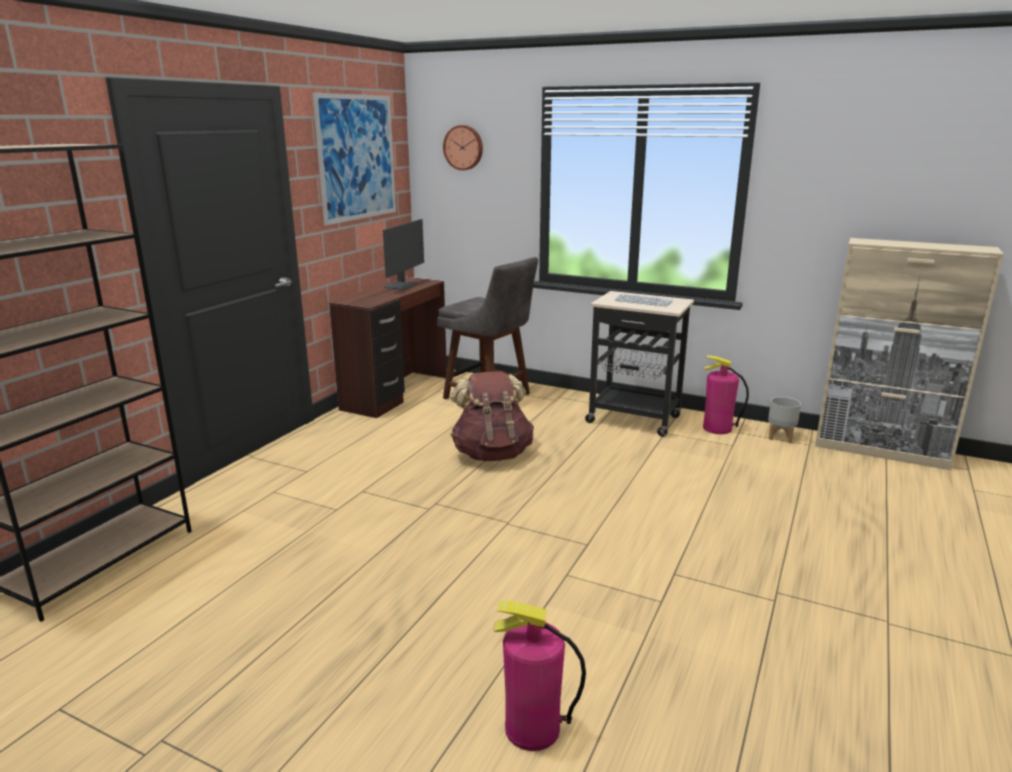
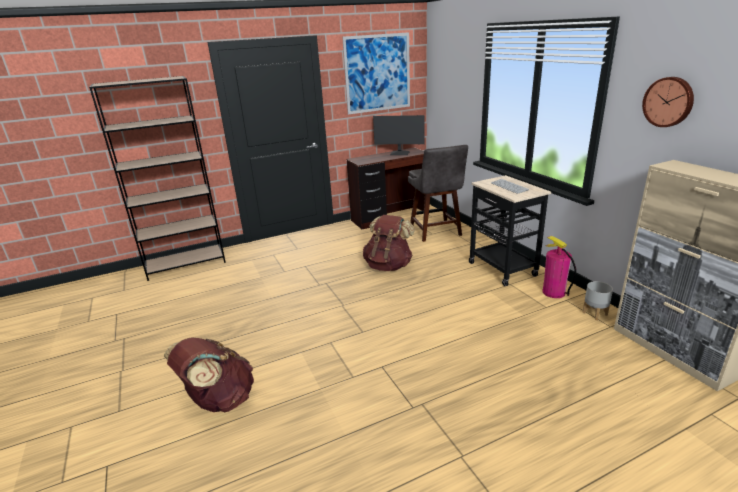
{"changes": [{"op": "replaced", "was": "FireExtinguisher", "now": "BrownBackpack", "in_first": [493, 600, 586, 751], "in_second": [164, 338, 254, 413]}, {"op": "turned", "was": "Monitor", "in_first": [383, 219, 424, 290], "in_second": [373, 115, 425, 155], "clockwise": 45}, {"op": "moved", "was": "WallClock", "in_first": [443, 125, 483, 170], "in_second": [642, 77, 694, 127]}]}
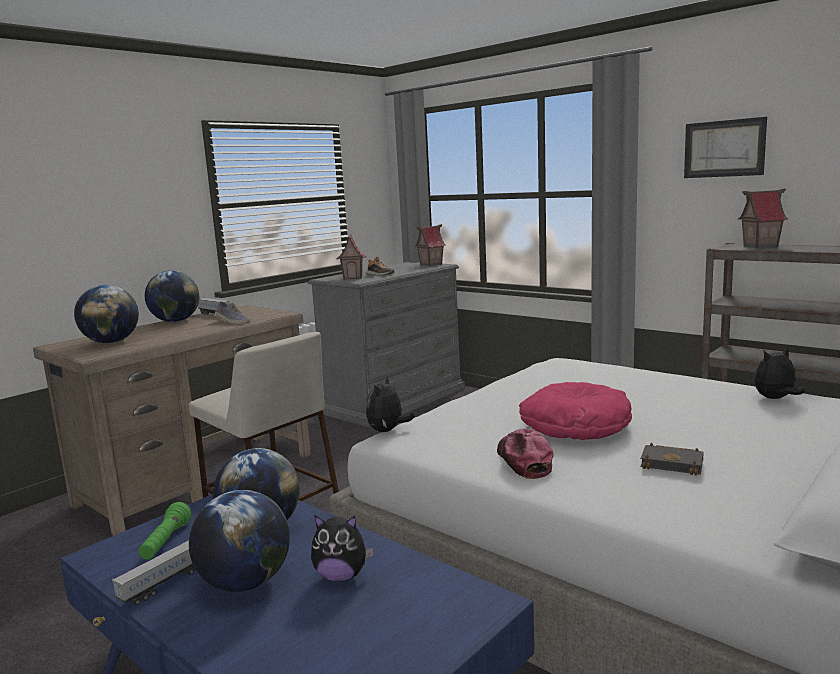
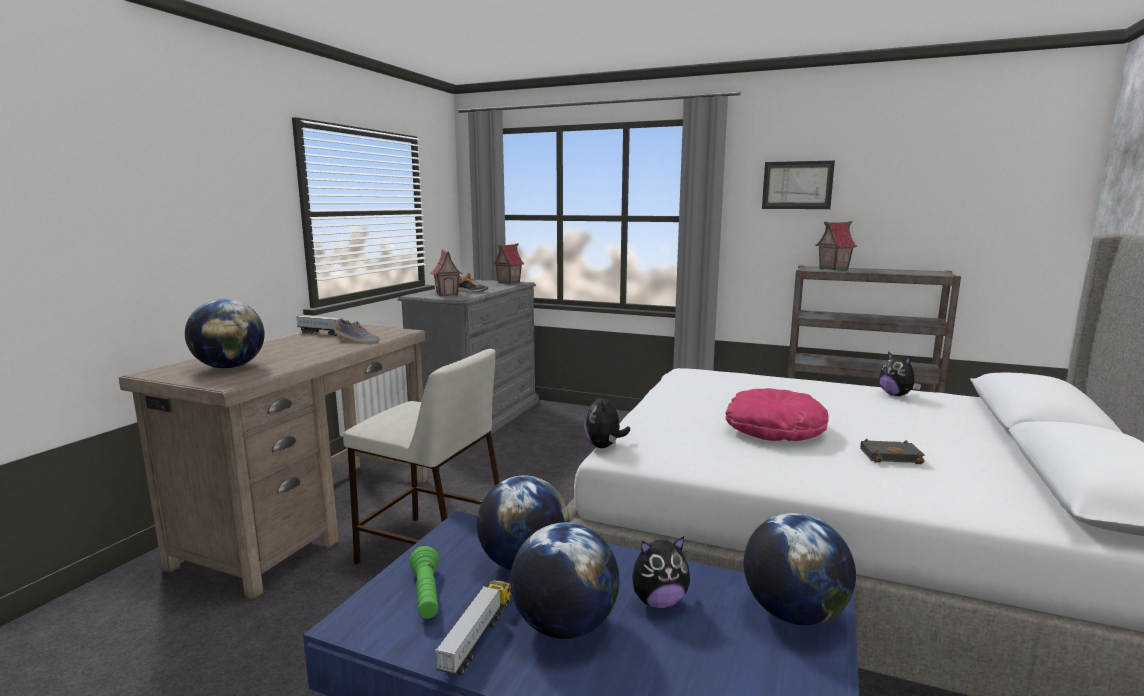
{"changes": [{"op": "moved", "was": "Globe", "in_first": [145, 270, 199, 322], "in_second": [744, 513, 856, 625]}, {"op": "turned", "was": "PlushToy", "in_first": [754, 346, 805, 399], "in_second": [879, 351, 921, 396], "clockwise": -75}, {"op": "removed", "was": "Cap", "in_first": [497, 429, 553, 479]}]}
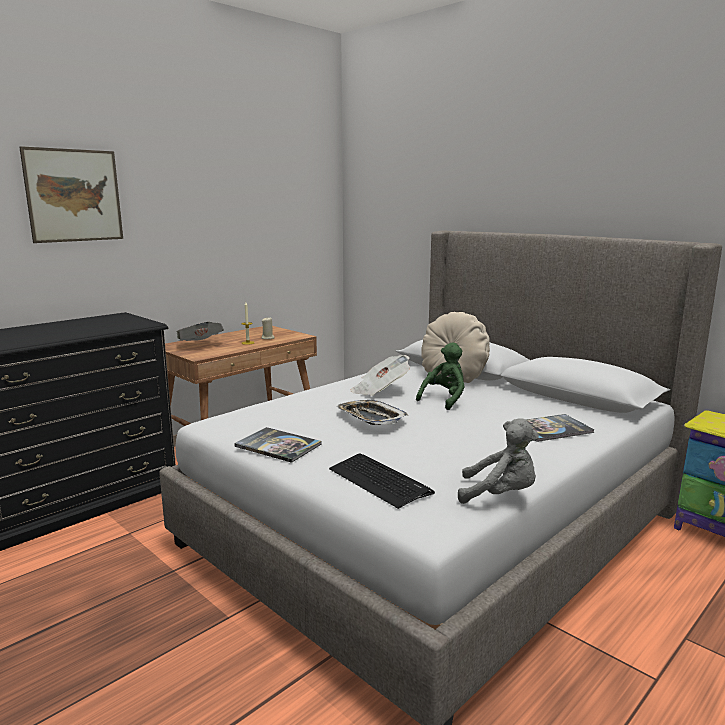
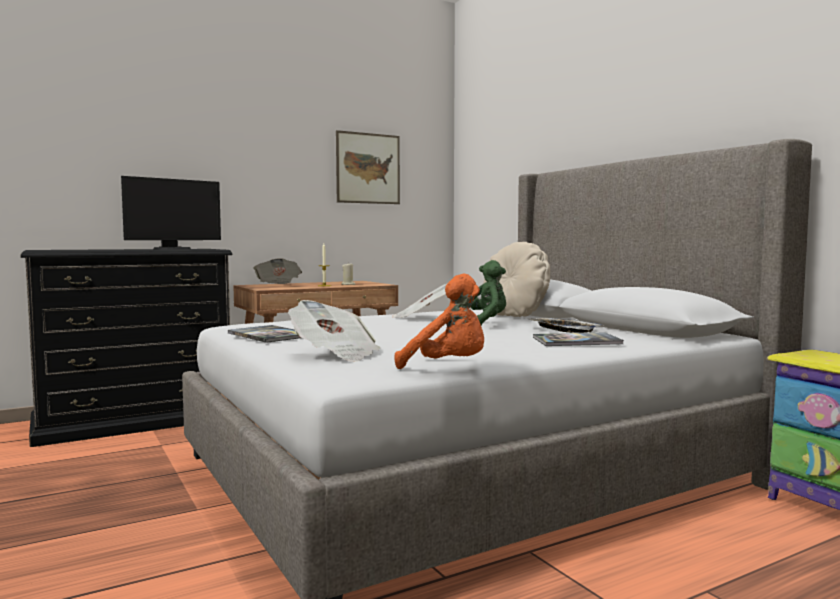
{"changes": [{"op": "added", "now": "Monitor", "in_second": [121, 176, 221, 250]}, {"op": "replaced", "was": "Keyboard", "now": "Newspaper", "in_first": [329, 453, 435, 509], "in_second": [288, 300, 380, 362]}, {"op": "moved", "was": "Picture", "in_first": [19, 146, 123, 243], "in_second": [336, 130, 400, 204]}, {"op": "recoloured", "was": "GreyPlushToy", "now": "OrangePlushToy", "in_first": [458, 418, 539, 504], "in_second": [394, 274, 484, 369]}, {"op": "moved", "was": "Tray", "in_first": [336, 400, 409, 425], "in_second": [529, 318, 605, 333]}]}
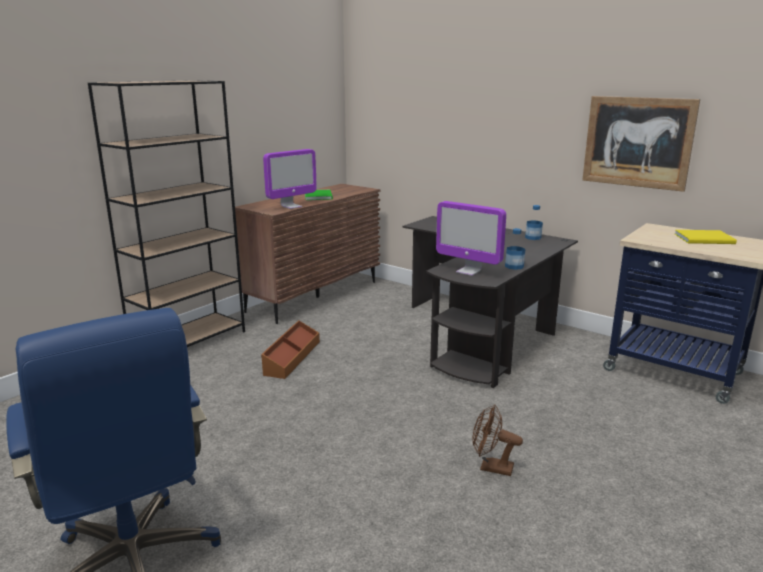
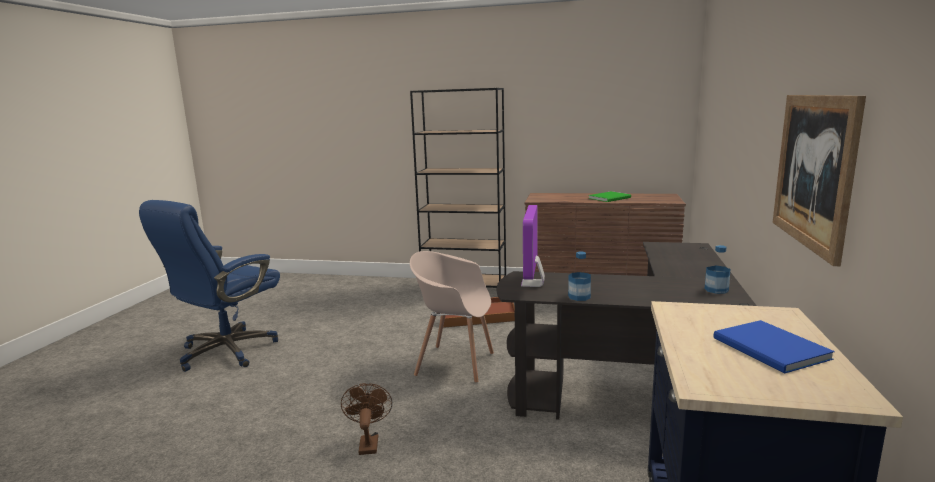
{"changes": [{"op": "added", "now": "BeigeChair", "in_second": [410, 251, 494, 382]}, {"op": "recoloured", "was": "YellowBook", "now": "BlueBook", "in_first": [675, 230, 737, 244], "in_second": [713, 320, 835, 374]}, {"op": "removed", "was": "Monitor", "in_first": [263, 149, 317, 209]}]}
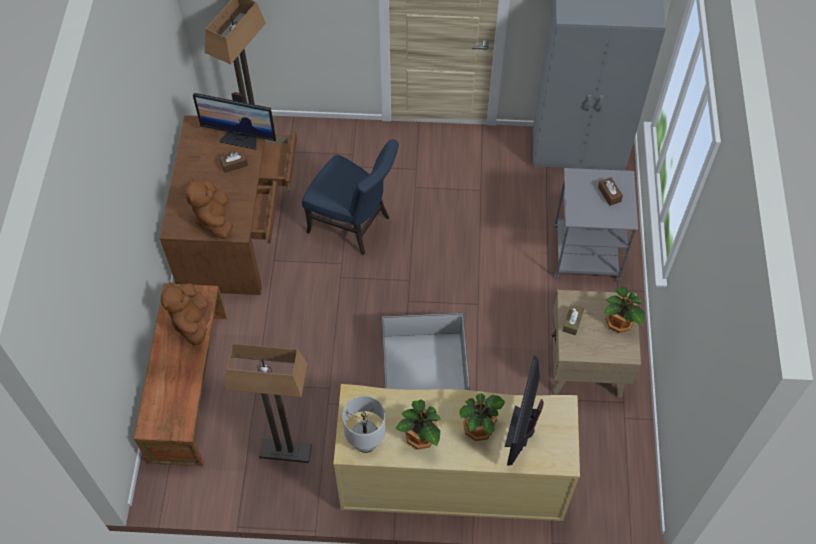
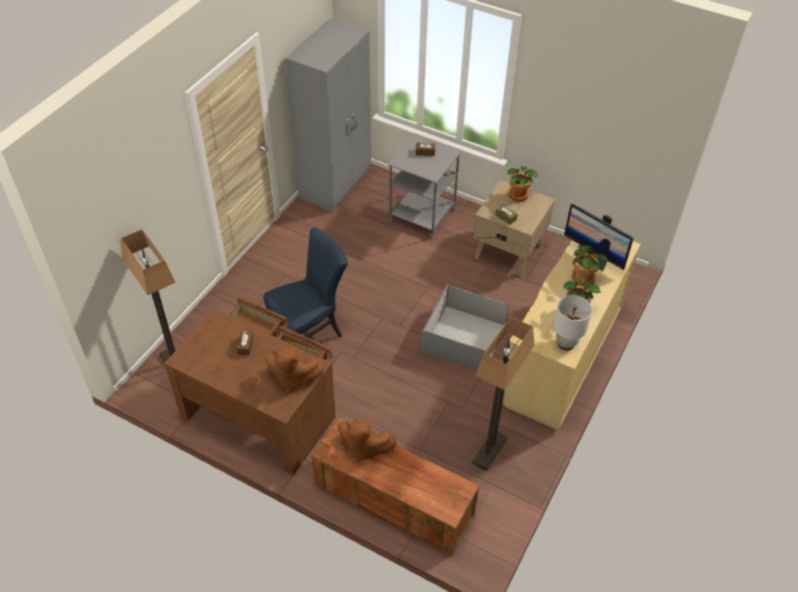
{"changes": [{"op": "removed", "was": "Monitor", "in_first": [193, 92, 276, 150]}]}
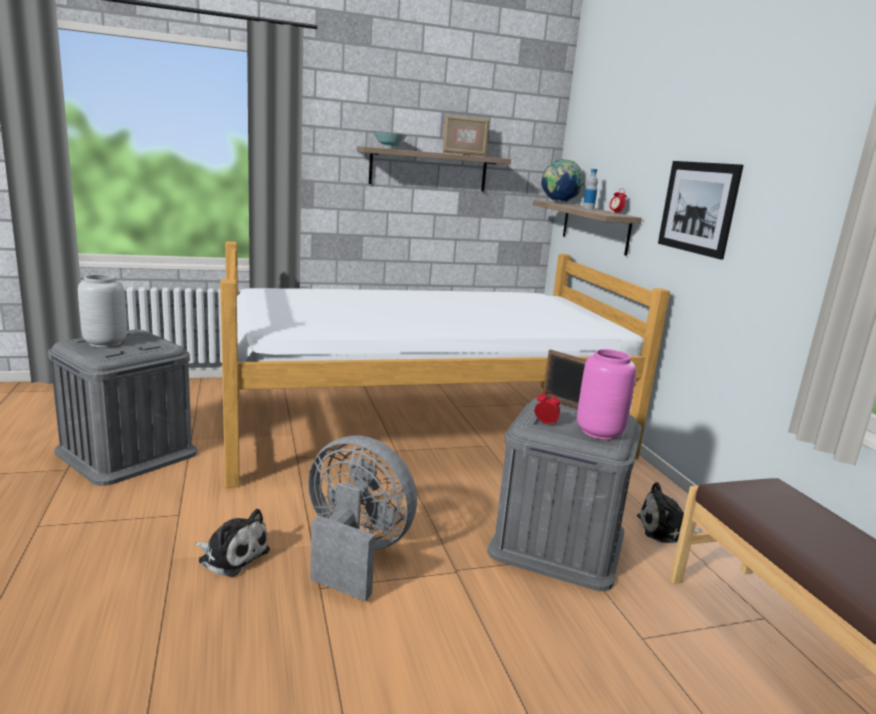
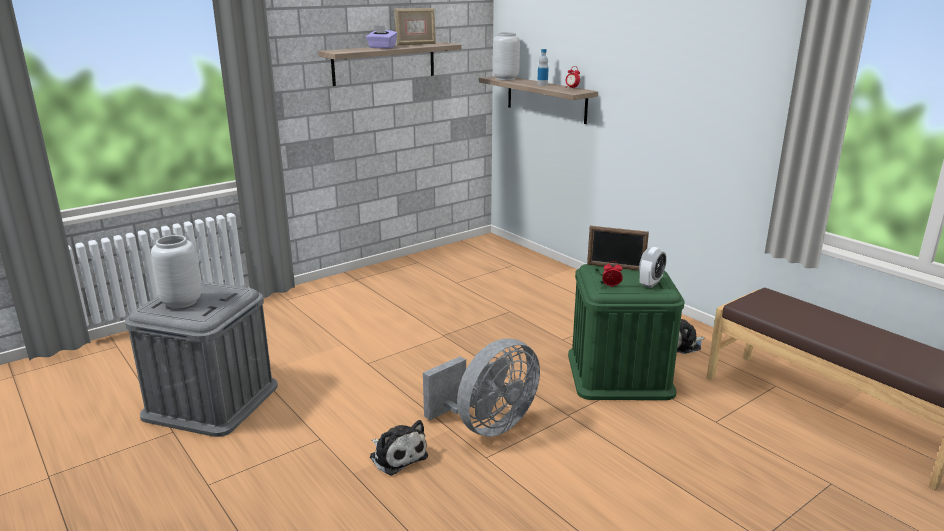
{"changes": [{"op": "added", "now": "PurpleTissueBox", "in_second": [366, 25, 397, 49]}, {"op": "turned", "was": "PlushToy", "in_first": [194, 509, 270, 577], "in_second": [370, 420, 428, 476], "clockwise": 45}, {"op": "turned", "was": "GreyFan", "in_first": [308, 436, 417, 601], "in_second": [423, 338, 540, 437], "clockwise": 135}, {"op": "replaced", "was": "Globe", "now": "GreyVase", "in_first": [541, 159, 584, 203], "in_second": [493, 32, 520, 80]}, {"op": "recoloured", "was": "GreyStorageBox", "now": "GreenStorageBox", "in_first": [488, 398, 642, 591], "in_second": [568, 264, 685, 400]}, {"op": "replaced", "was": "PinkVase", "now": "AlarmClock", "in_first": [577, 349, 636, 440], "in_second": [639, 247, 667, 288]}, {"op": "removed", "was": "Bed", "in_first": [220, 241, 670, 488]}, {"op": "removed", "was": "Bowl", "in_first": [373, 131, 407, 149]}, {"op": "removed", "was": "Picture", "in_first": [658, 161, 744, 259]}]}
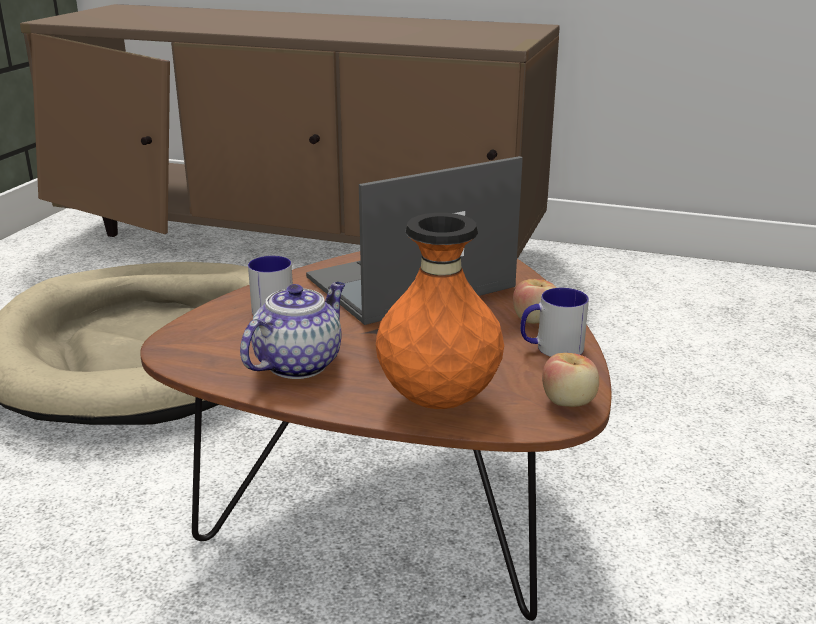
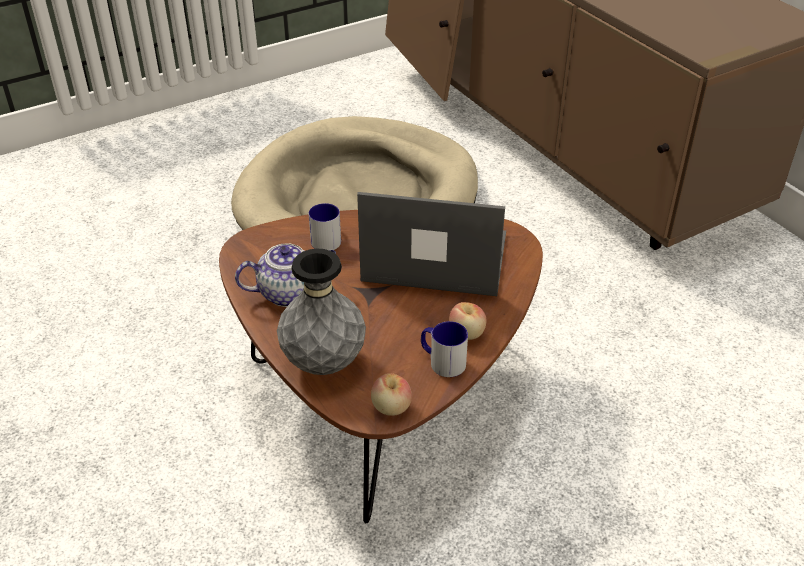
{"changes": [{"op": "recoloured", "was": "OrangeVase", "now": "GreyVase", "in_first": [376, 213, 504, 409], "in_second": [277, 249, 366, 375]}]}
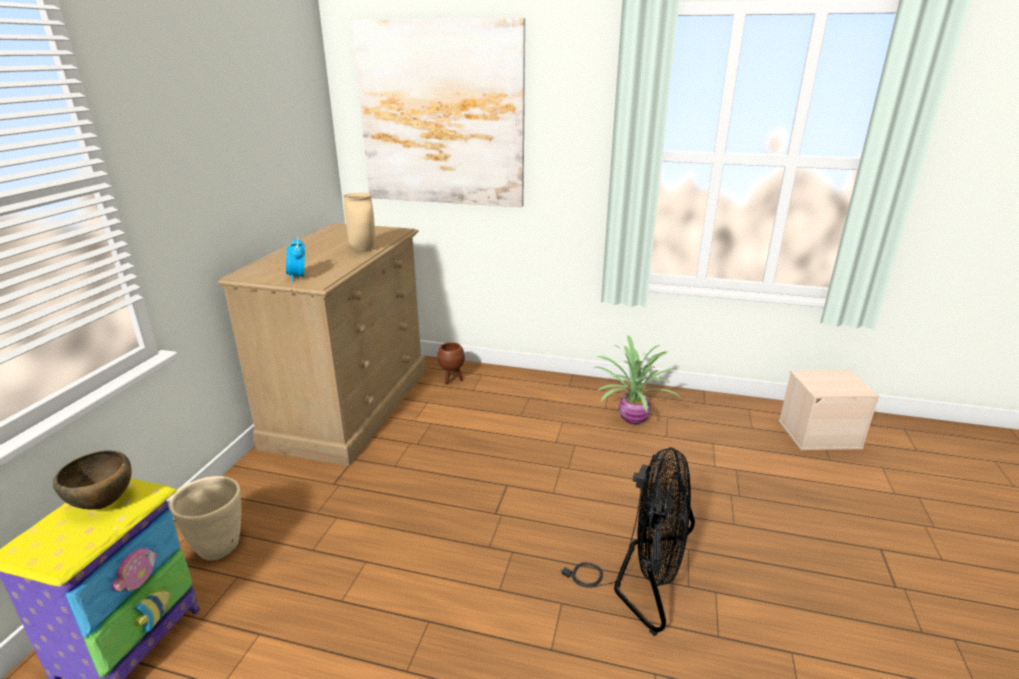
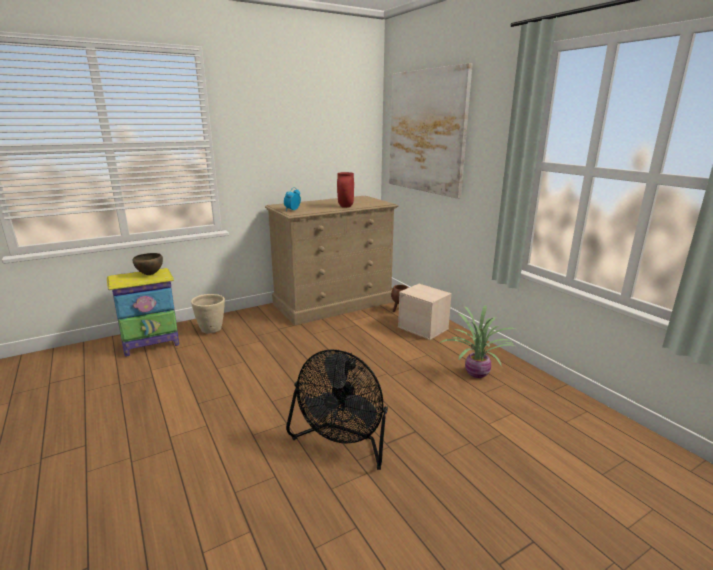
{"changes": [{"op": "turned", "was": "BlackFan", "in_first": [560, 447, 695, 636], "in_second": [286, 350, 388, 470], "clockwise": 45}, {"op": "recoloured", "was": "BeigeVase", "now": "RedVase", "in_first": [343, 193, 375, 252], "in_second": [337, 172, 354, 208]}, {"op": "moved", "was": "BeigeStorageBox", "in_first": [779, 370, 880, 450], "in_second": [398, 284, 452, 340]}]}
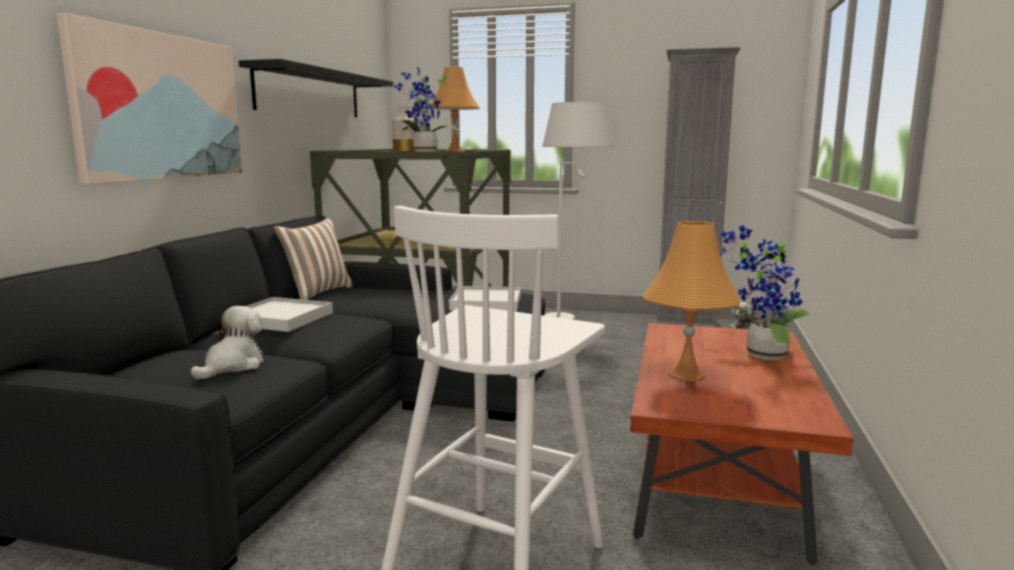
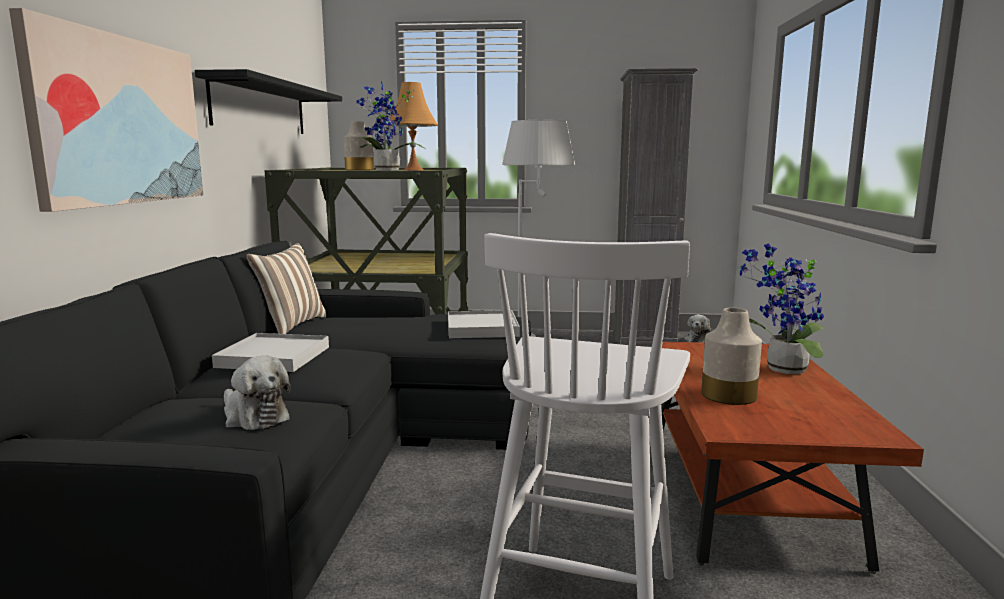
{"changes": [{"op": "turned", "was": "PlushToy", "in_first": [191, 306, 263, 380], "in_second": [224, 356, 291, 430], "clockwise": 120}, {"op": "replaced", "was": "OrangeTableLamp", "now": "BeigeVase", "in_first": [644, 221, 740, 382], "in_second": [701, 308, 762, 405]}]}
